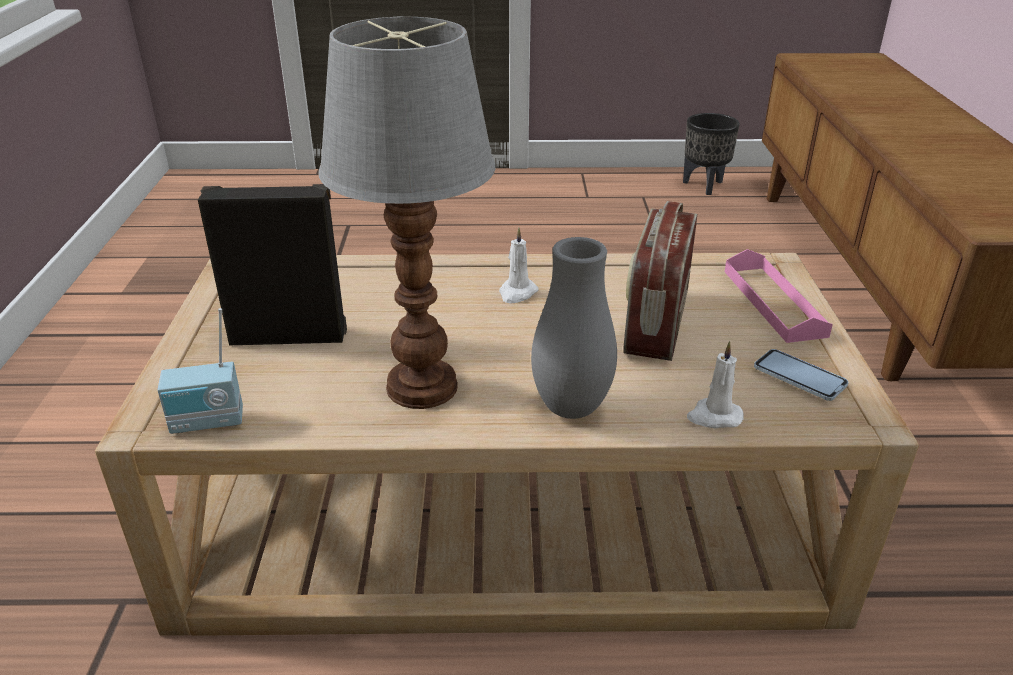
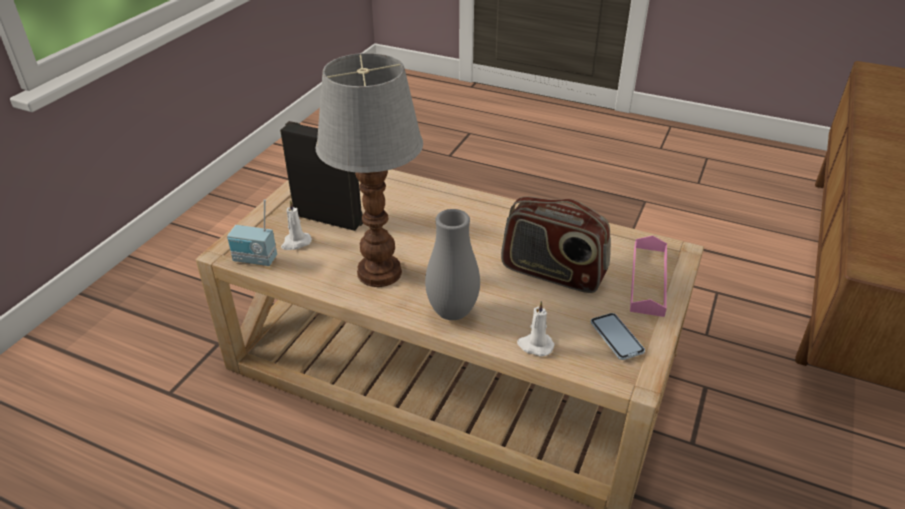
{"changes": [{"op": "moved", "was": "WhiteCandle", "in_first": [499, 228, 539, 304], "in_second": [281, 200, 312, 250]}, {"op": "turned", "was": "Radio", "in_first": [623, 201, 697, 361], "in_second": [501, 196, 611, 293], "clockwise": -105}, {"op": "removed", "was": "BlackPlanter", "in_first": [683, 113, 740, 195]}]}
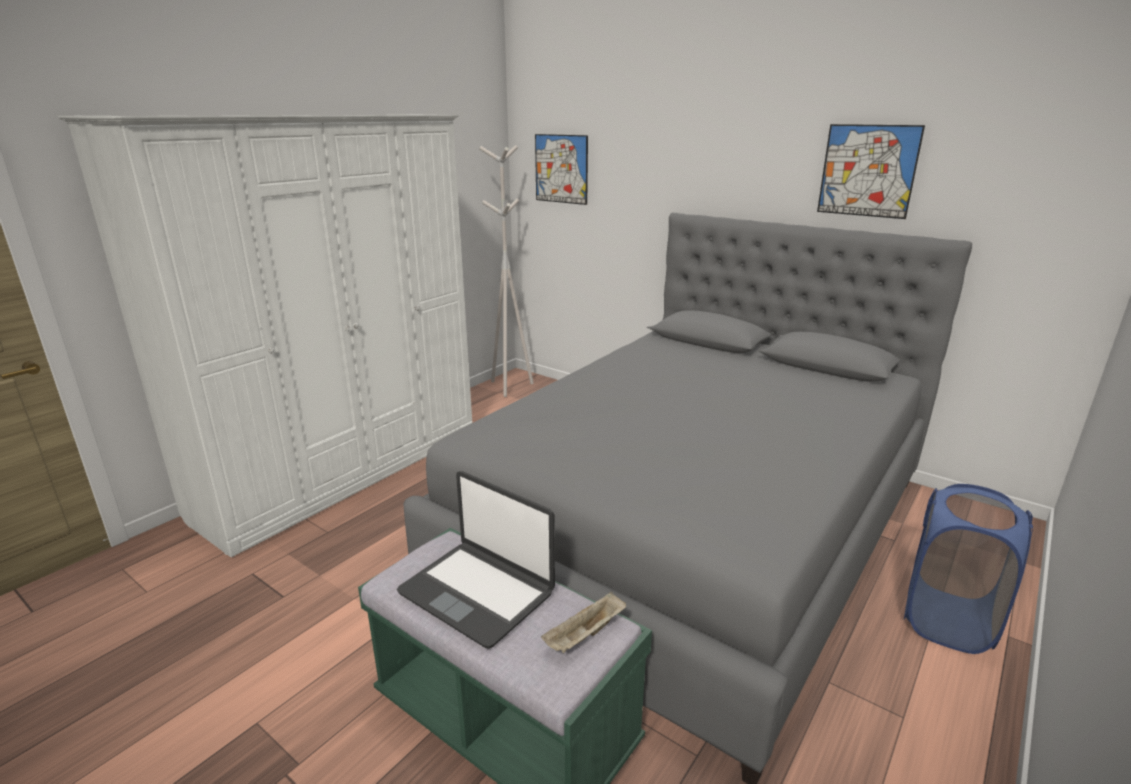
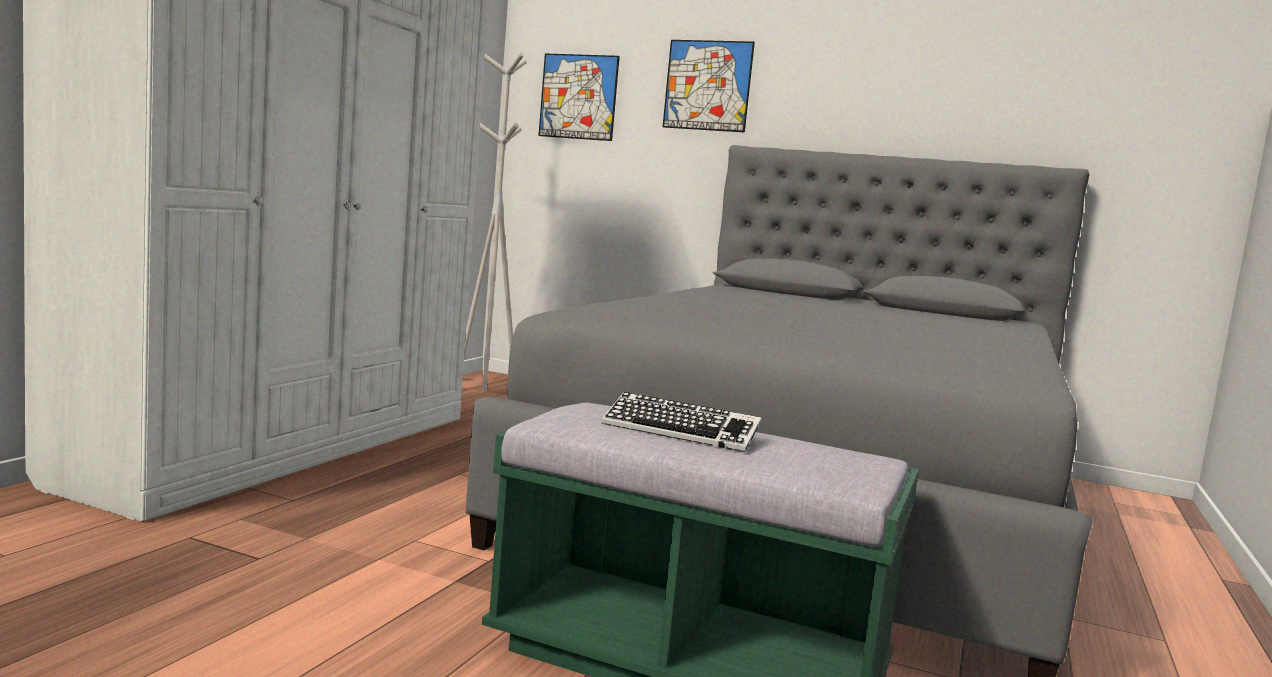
{"changes": [{"op": "replaced", "was": "Laptop", "now": "Keyboard", "in_first": [397, 471, 555, 649], "in_second": [601, 392, 761, 452]}, {"op": "moved", "was": "Picture", "in_first": [817, 124, 925, 219], "in_second": [663, 40, 755, 132]}, {"op": "removed", "was": "BeigeTray", "in_first": [541, 592, 626, 653]}, {"op": "removed", "was": "BlueLaundryBasket", "in_first": [904, 484, 1033, 654]}]}
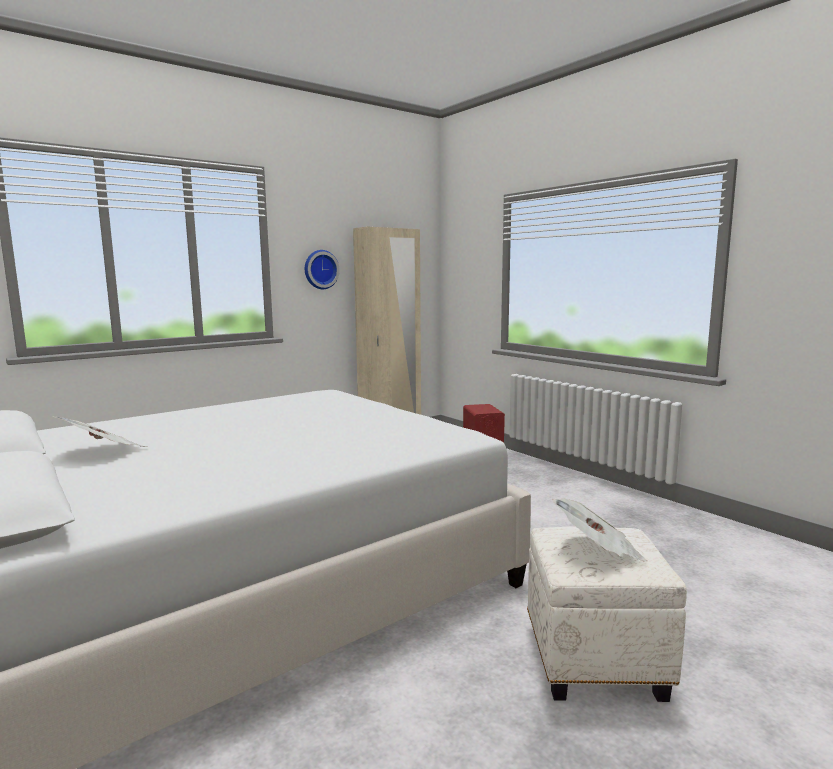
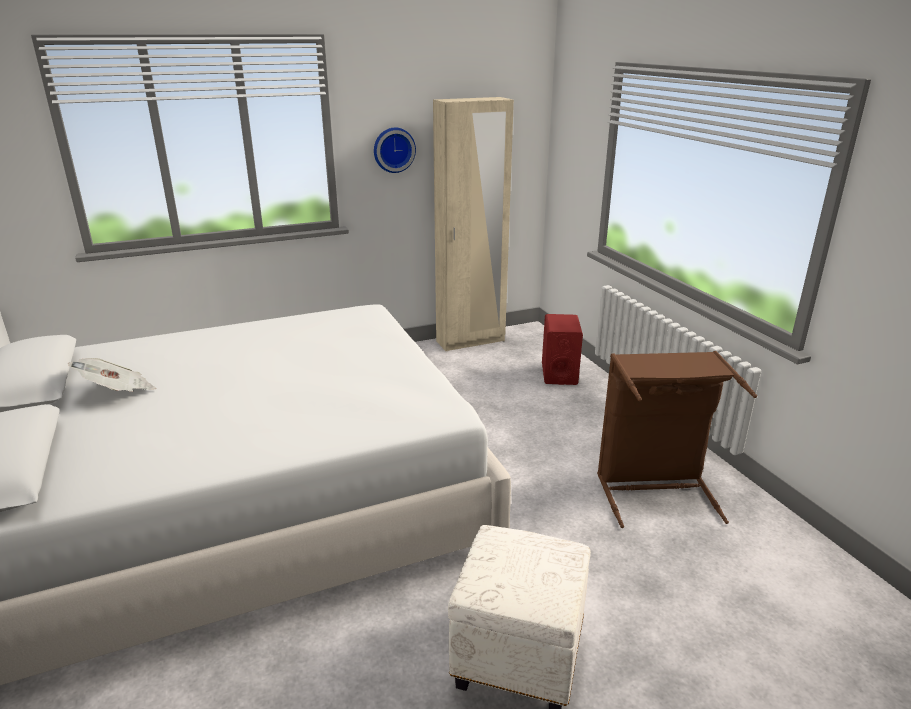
{"changes": [{"op": "added", "now": "BrownLaundryBasket", "in_second": [597, 351, 757, 528]}, {"op": "removed", "was": "Newspaper", "in_first": [552, 498, 648, 562]}]}
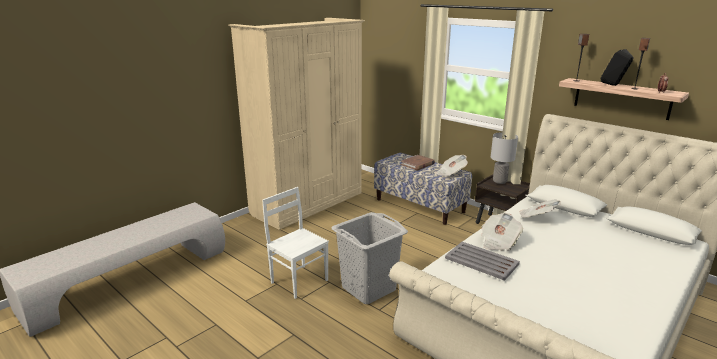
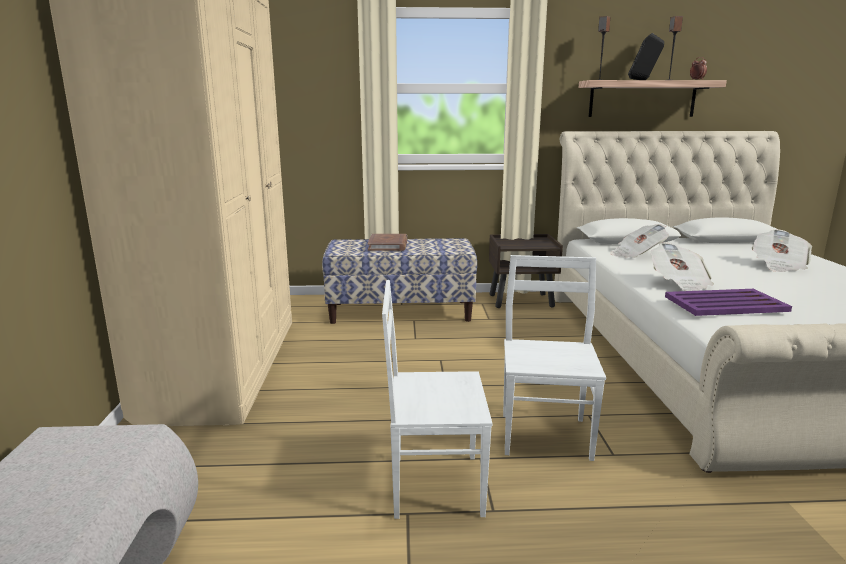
{"changes": [{"op": "replaced", "was": "GreyLaundryBasket", "now": "WhiteChair", "in_first": [331, 212, 408, 304], "in_second": [503, 255, 606, 461]}, {"op": "recoloured", "was": "GreyTray", "now": "PurpleTray", "in_first": [445, 242, 520, 281], "in_second": [665, 289, 792, 316]}, {"op": "moved", "was": "Newspaper", "in_first": [436, 155, 468, 177], "in_second": [752, 229, 812, 272]}, {"op": "removed", "was": "GreyTableLamp", "in_first": [491, 132, 518, 184]}]}
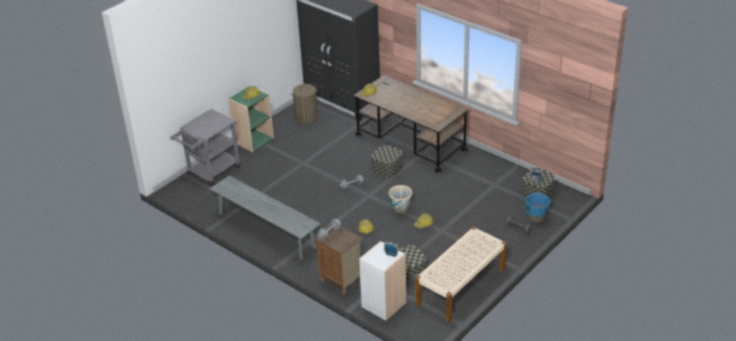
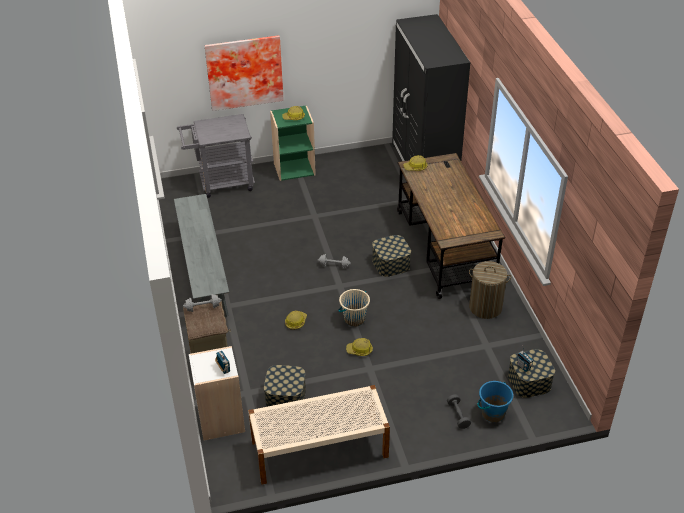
{"changes": [{"op": "added", "now": "Picture", "in_second": [204, 35, 284, 111]}, {"op": "moved", "was": "LaundryBasket", "in_first": [291, 84, 318, 124], "in_second": [469, 261, 511, 319]}]}
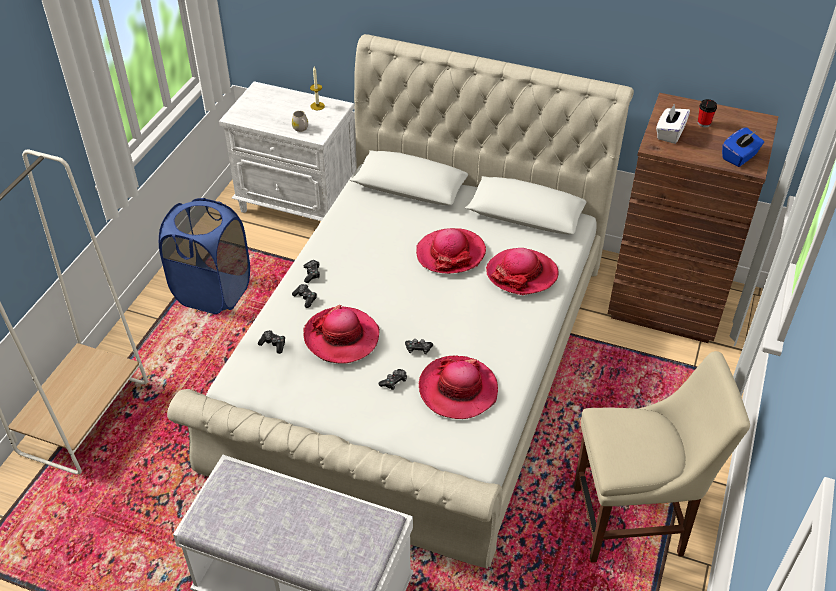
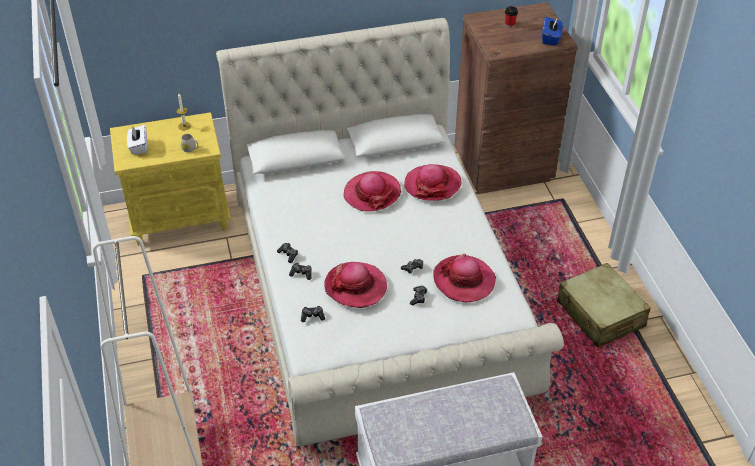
{"changes": [{"op": "recoloured", "was": "WhiteNightstand", "now": "YellowNightstand", "in_first": [219, 81, 356, 221], "in_second": [110, 112, 231, 246]}, {"op": "moved", "was": "WhiteTissueBox", "in_first": [656, 103, 690, 144], "in_second": [127, 125, 147, 154]}, {"op": "replaced", "was": "BeigeChair", "now": "BeigeSuitcase", "in_first": [574, 351, 750, 562], "in_second": [557, 263, 651, 348]}, {"op": "removed", "was": "BlueLaundryBasket", "in_first": [159, 198, 250, 314]}]}
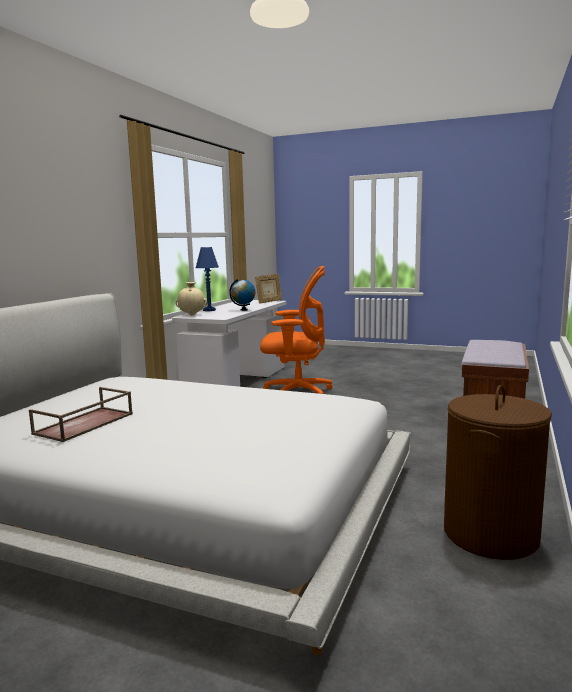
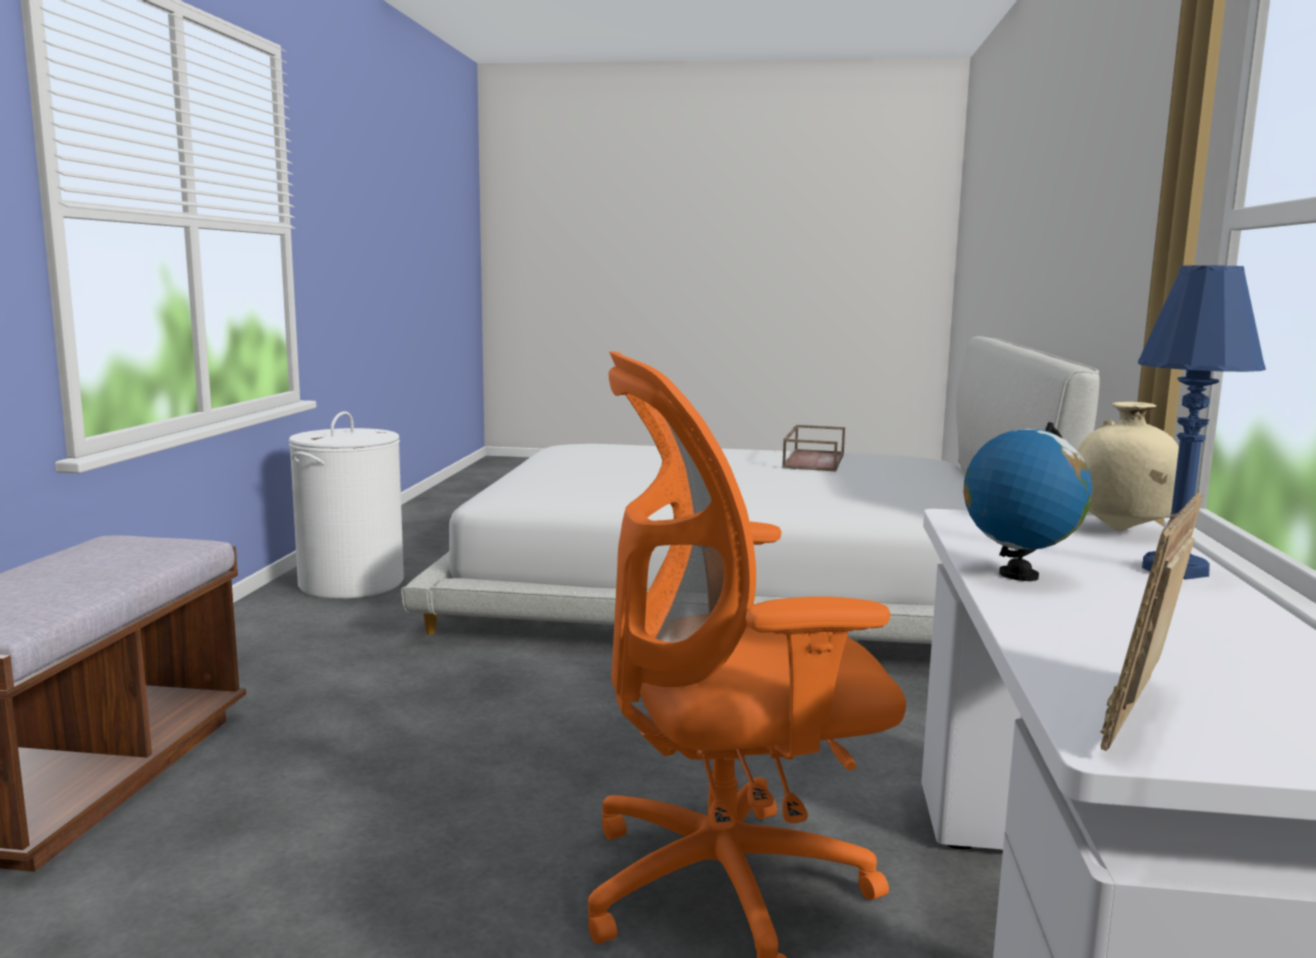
{"changes": [{"op": "recoloured", "was": "BrownLaundryBasket", "now": "WhiteLaundryBasket", "in_first": [444, 385, 552, 560], "in_second": [289, 411, 404, 599]}]}
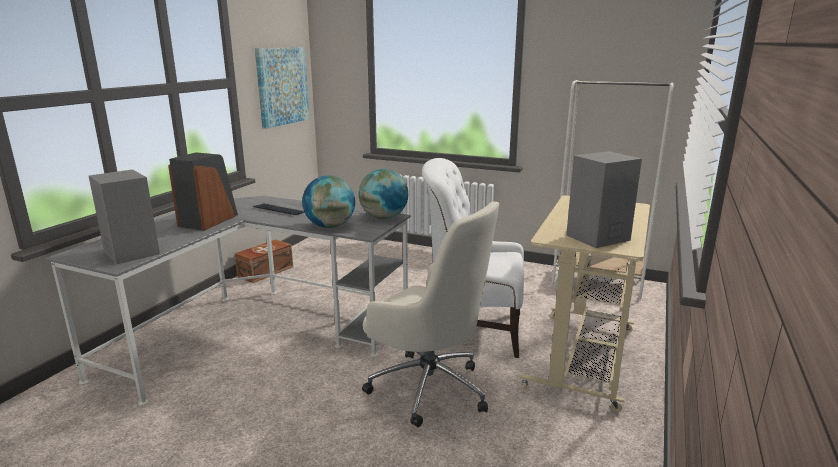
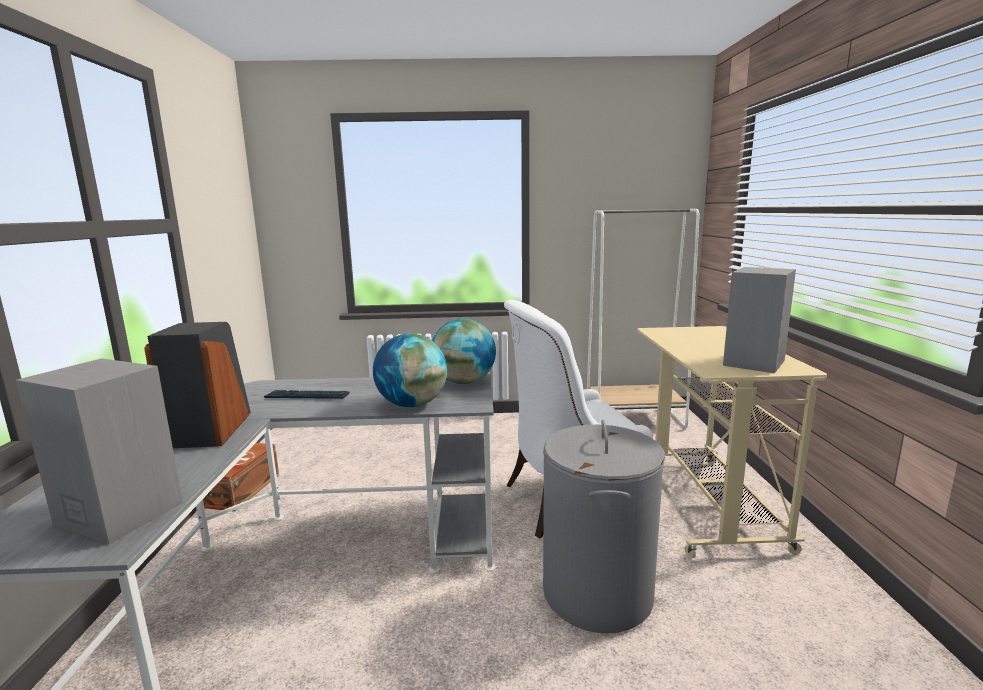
{"changes": [{"op": "replaced", "was": "BeigeOfficeChair", "now": "GreyLaundryBasket", "in_first": [362, 202, 499, 427], "in_second": [543, 420, 665, 633]}, {"op": "removed", "was": "Picture", "in_first": [255, 47, 309, 129]}]}
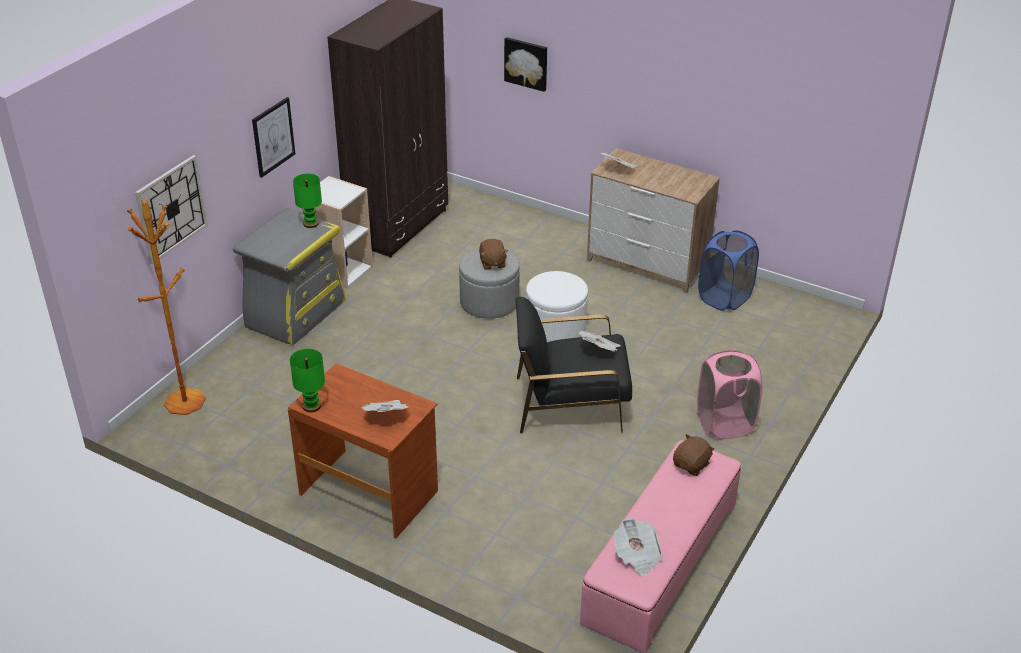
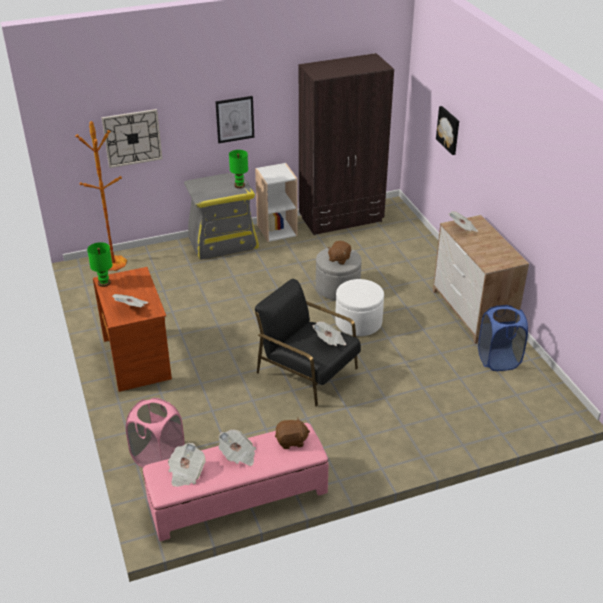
{"changes": [{"op": "moved", "was": "PinkLaundryBasket", "in_first": [697, 350, 763, 439], "in_second": [126, 398, 185, 468]}, {"op": "added", "now": "Newspaper", "in_second": [219, 429, 256, 466]}]}
